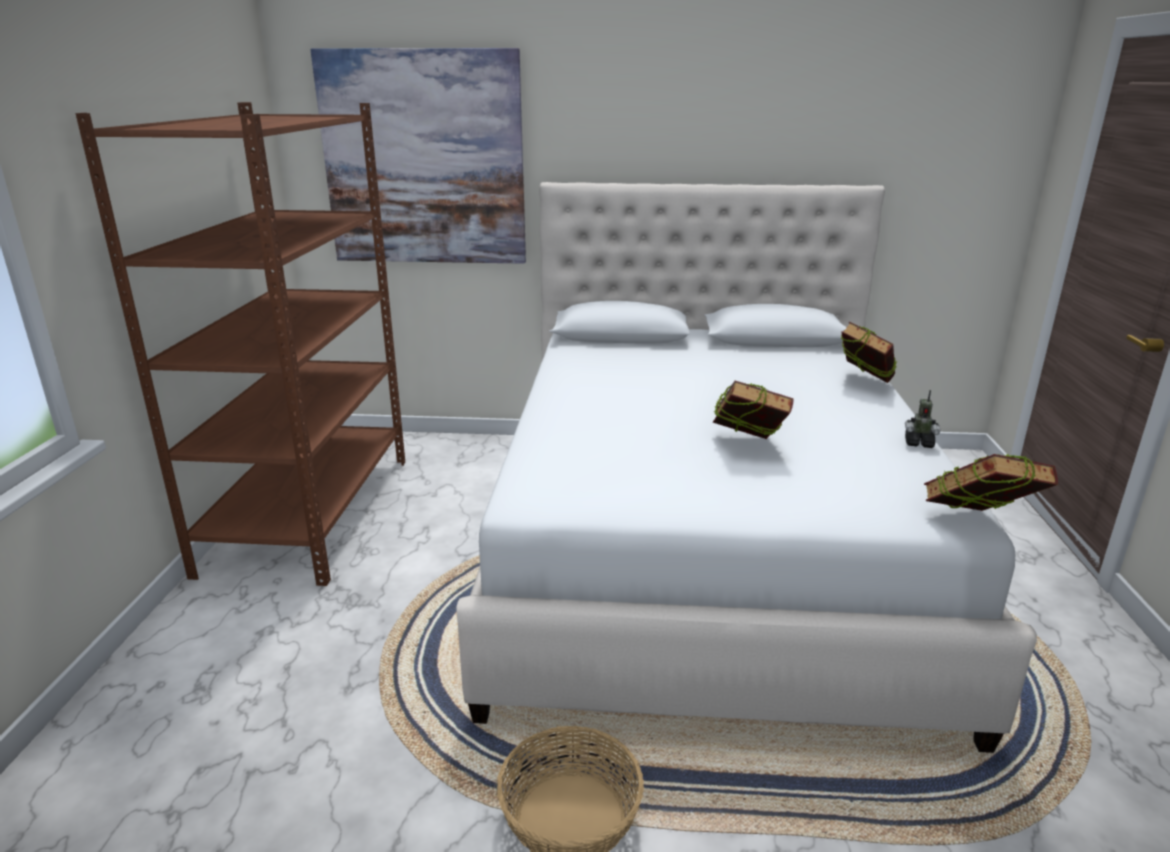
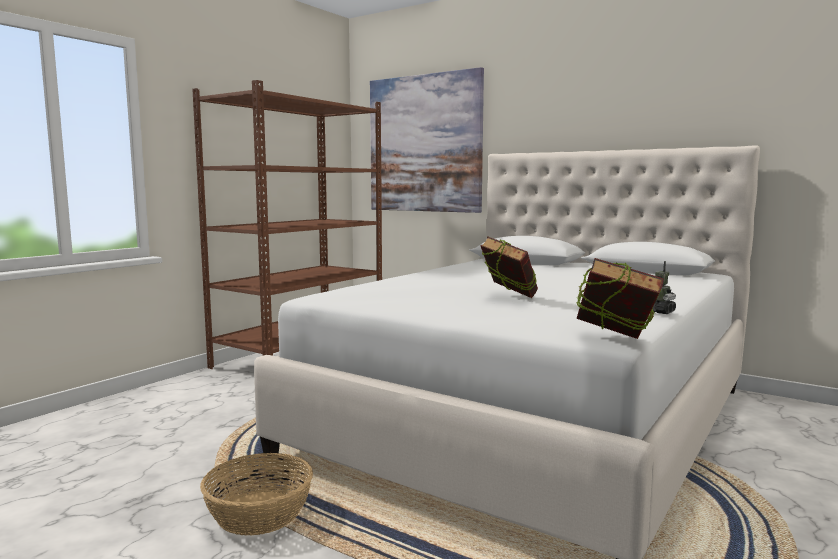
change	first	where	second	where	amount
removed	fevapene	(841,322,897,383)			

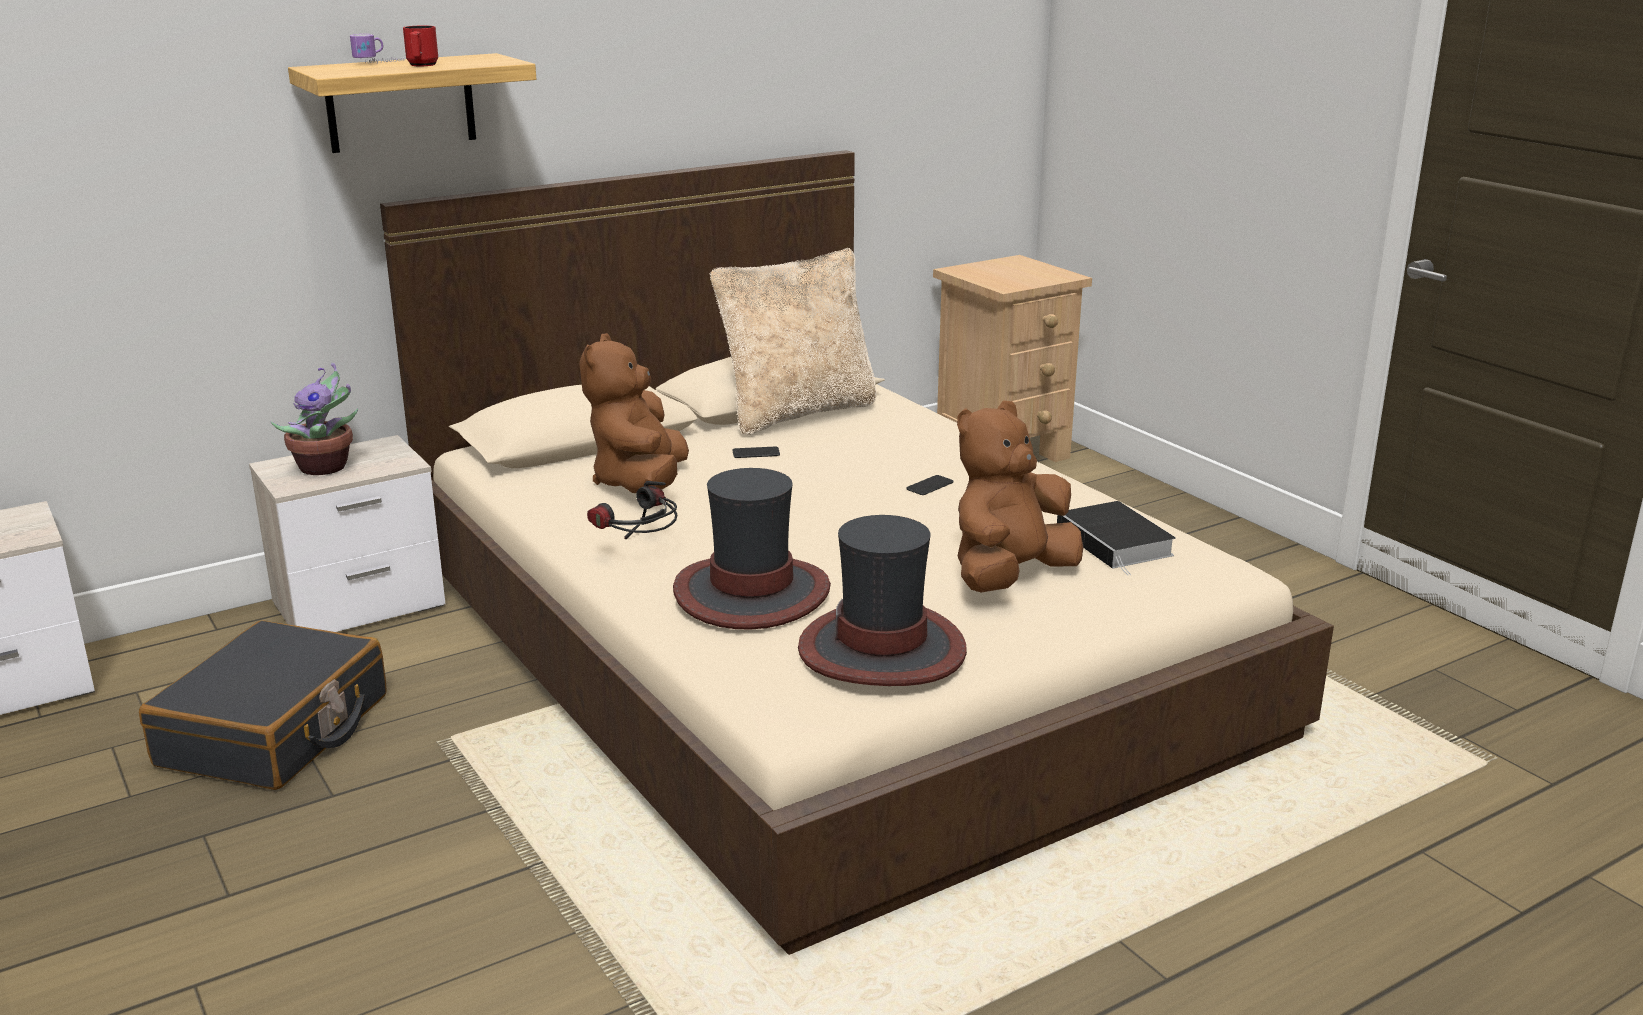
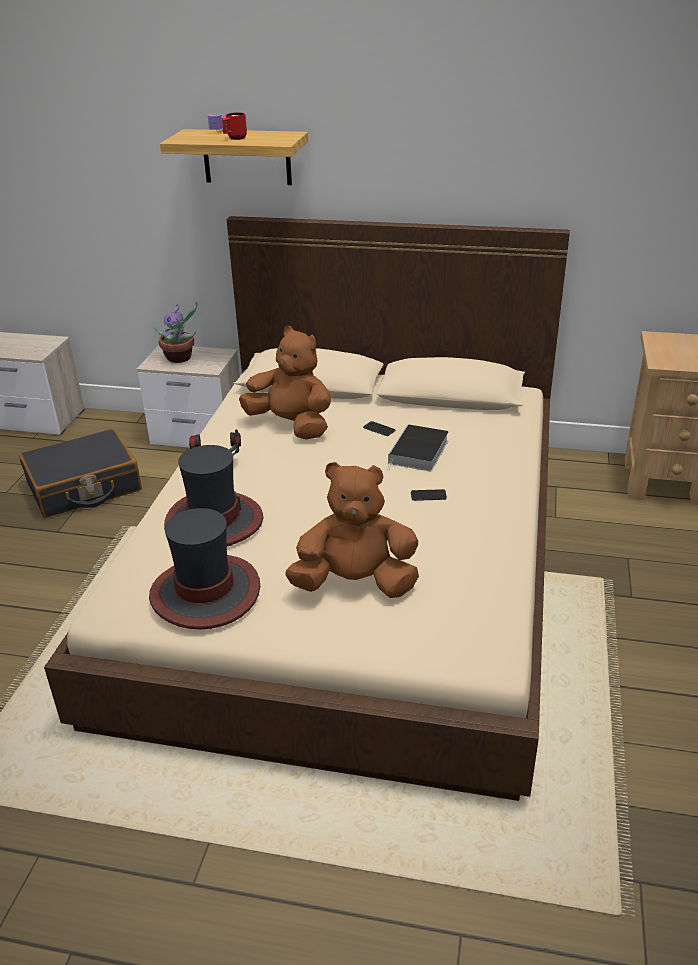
change	first	where	second	where	amount
turned	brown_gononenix	(579,333,689,493)		(239,326,331,439)	75 degrees clockwise
removed	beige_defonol	(710,248,877,435)			
moved	fevapene	(1057,501,1176,575)		(387,424,449,472)	

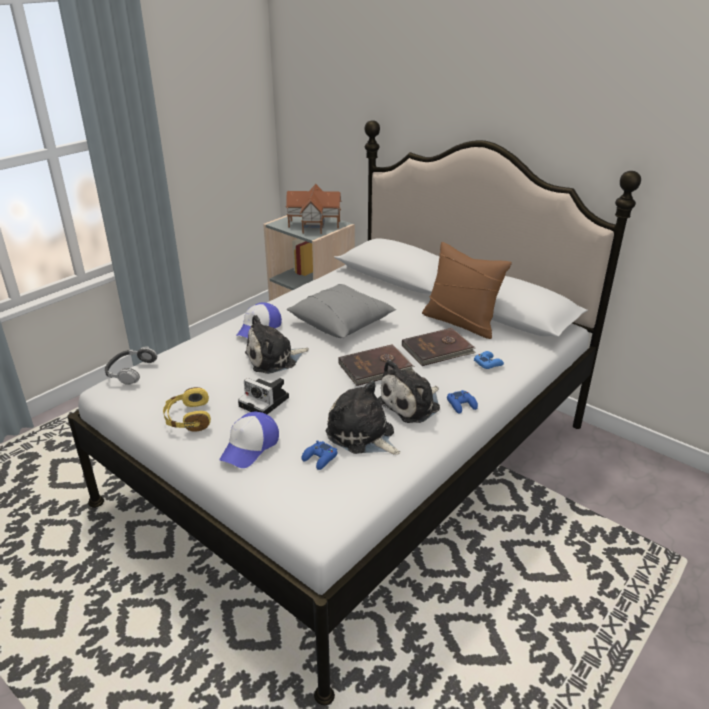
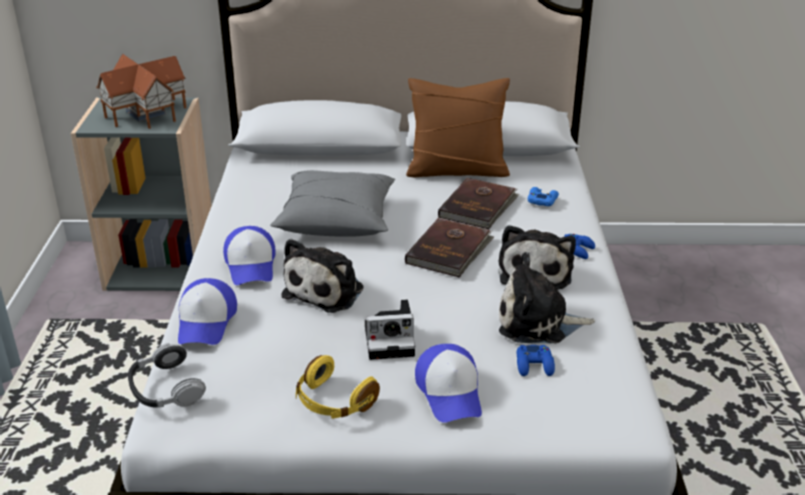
change	first	where	second	where	amount
added			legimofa	(178,278,237,345)	

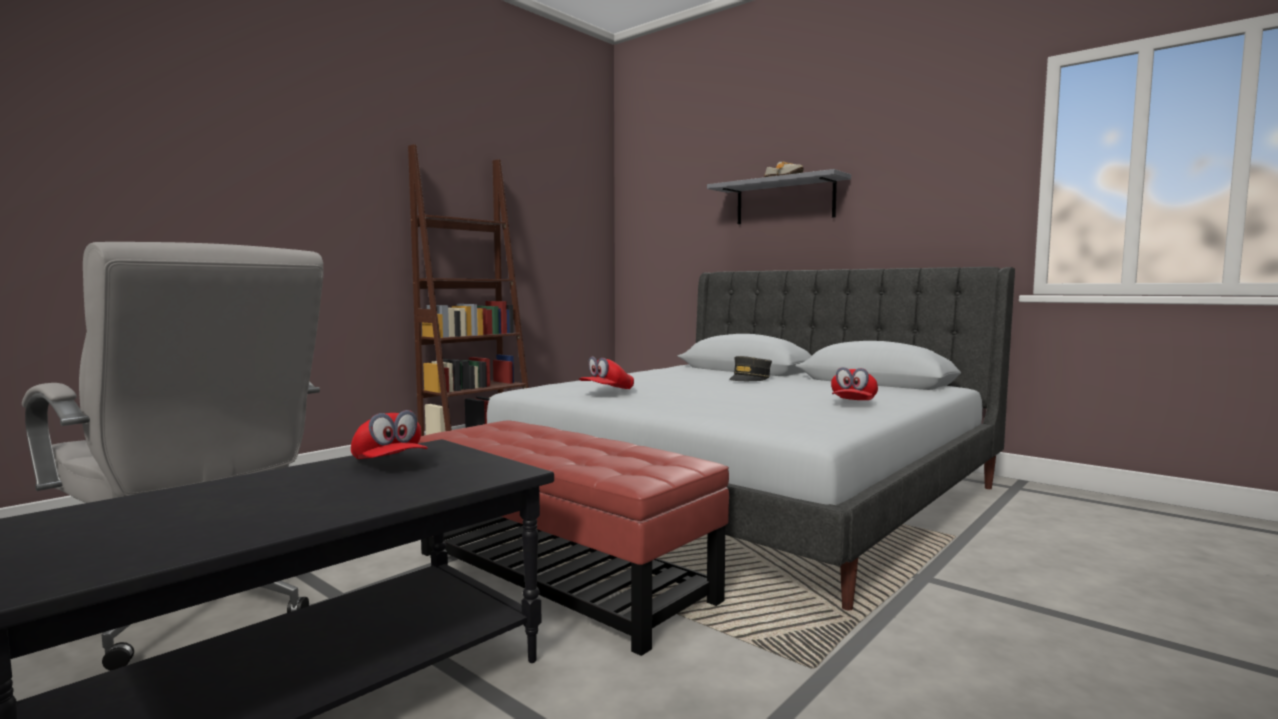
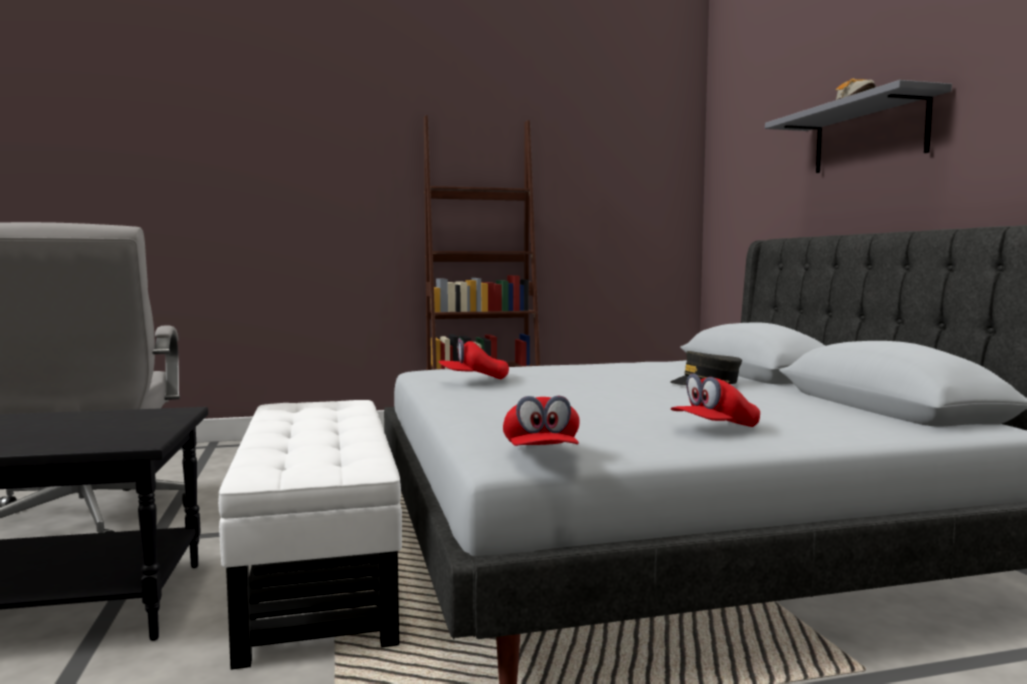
change	first	where	second	where	amount
moved	red_legimofa	(351,410,428,459)		(503,396,580,446)	
recoloured	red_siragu	(418,420,729,656)	white_siragu	(218,400,402,670)	

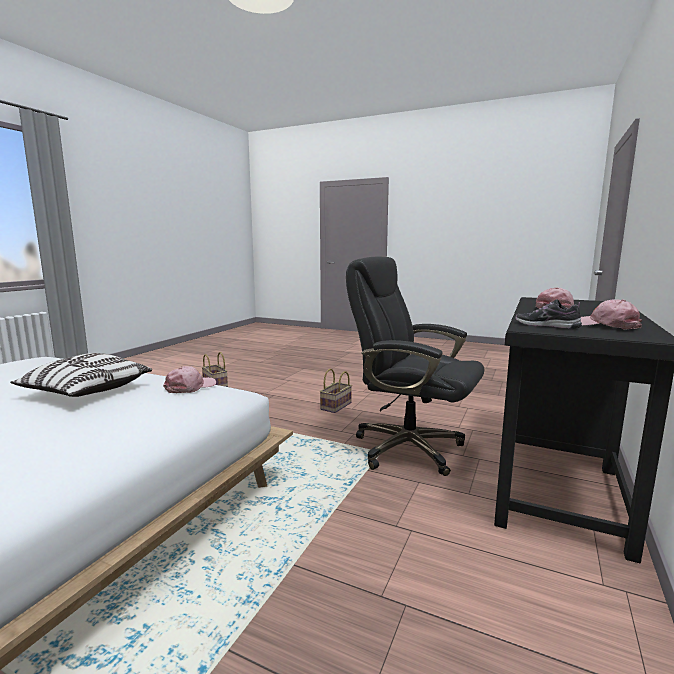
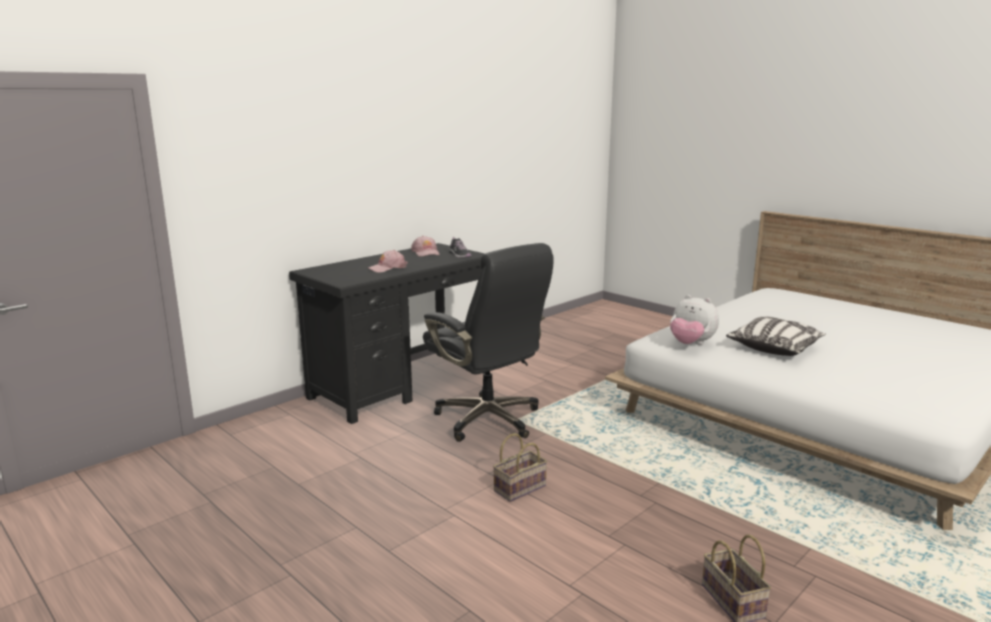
change	first	where	second	where	amount
replaced	pink_legimofa	(163,366,216,393)	gononenix	(670,295,719,345)	

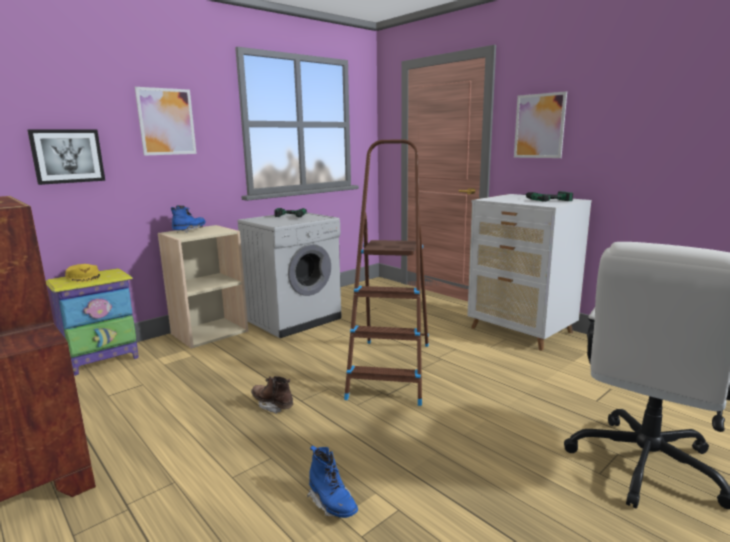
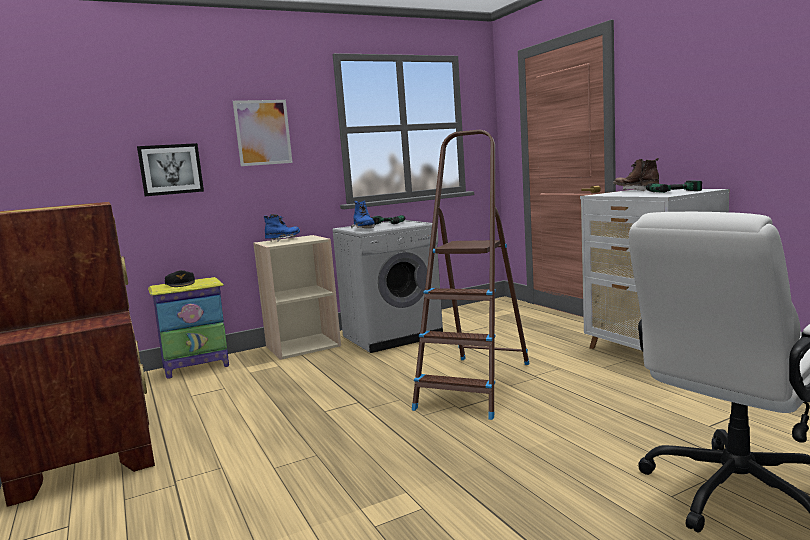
change	first	where	second	where	amount
recoloured	yellow_legimofa	(65,264,100,282)	black_legimofa	(165,270,195,287)	
moved	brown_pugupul	(251,376,293,414)		(613,158,659,191)	
moved	blue_pugupul	(307,446,358,518)		(351,200,375,228)	
removed	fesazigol	(514,91,567,158)			

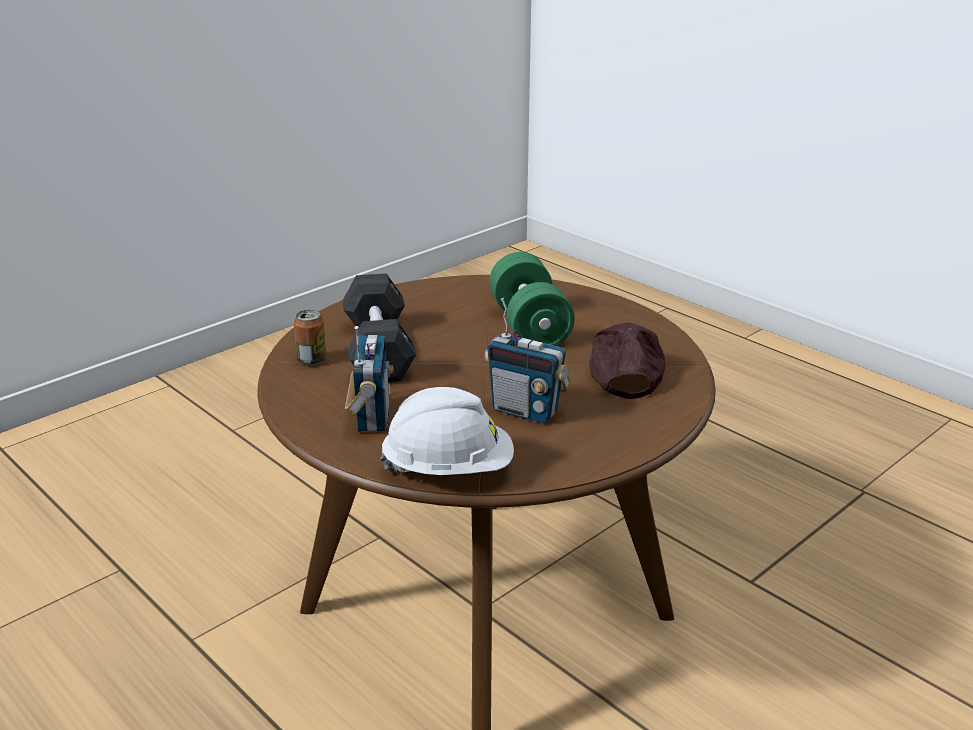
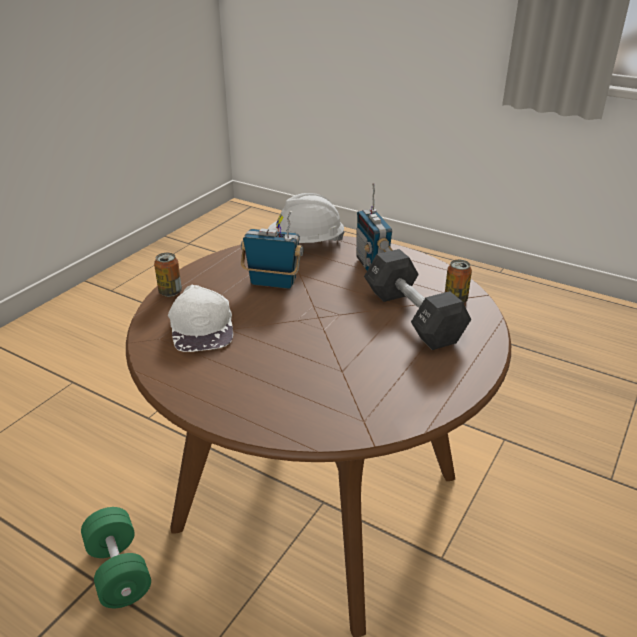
change	first	where	second	where	amount
moved	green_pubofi	(489,252,575,346)		(81,507,151,608)	
recoloured	brown_legimofa	(589,323,666,399)	white_legimofa	(168,285,233,352)	
added			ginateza	(154,253,182,297)	

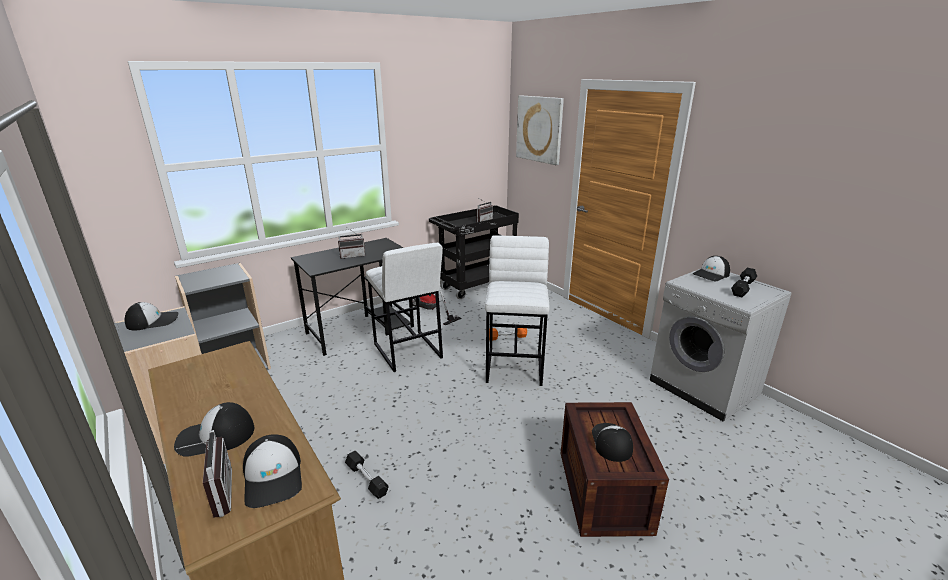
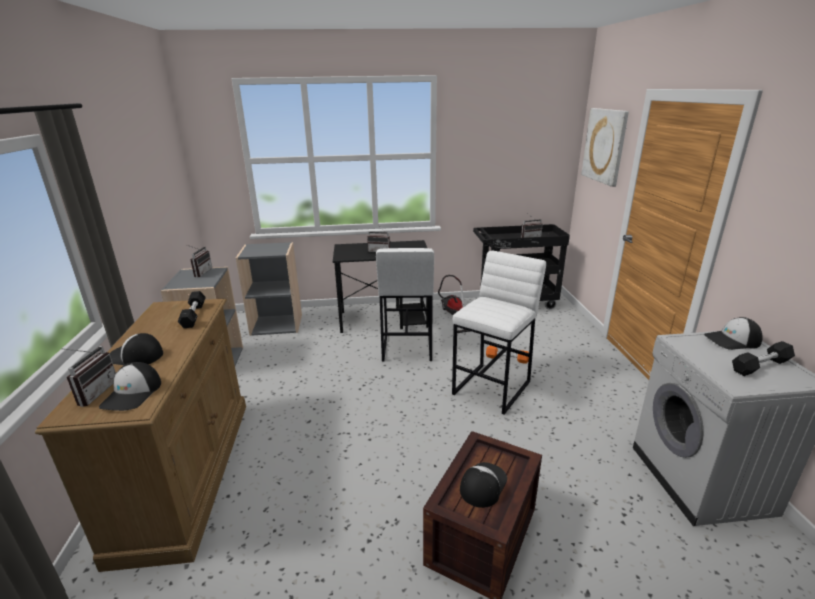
change	first	where	second	where	amount
replaced	legimofa	(125,302,178,330)	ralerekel	(187,245,212,278)	
moved	black_pubofi	(345,451,389,499)		(178,291,206,328)	

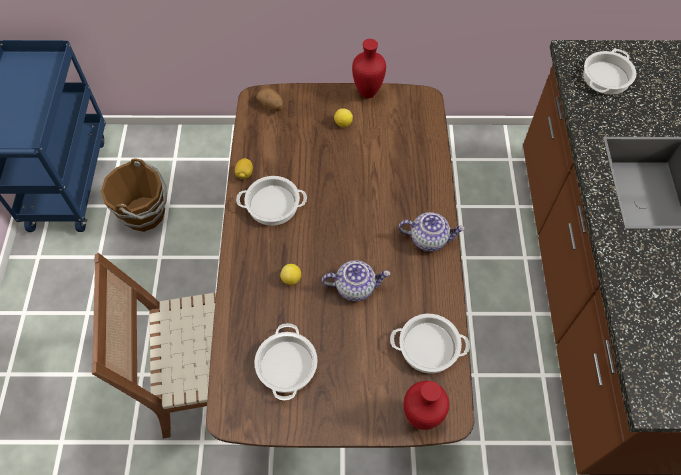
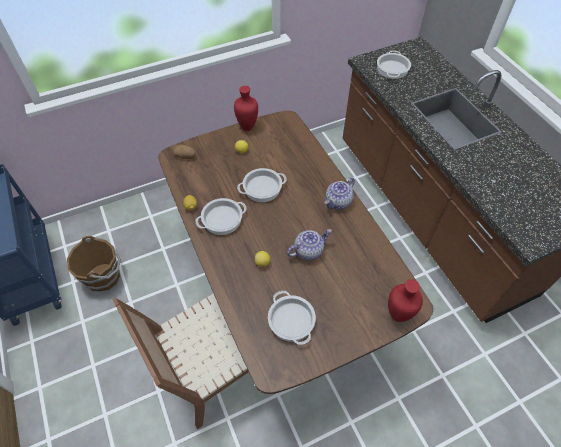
change	first	where	second	where	amount
moved	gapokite	(390,314,470,373)		(237,168,287,202)	
turned	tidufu	(398,212,465,252)		(325,177,355,209)	150 degrees clockwise

